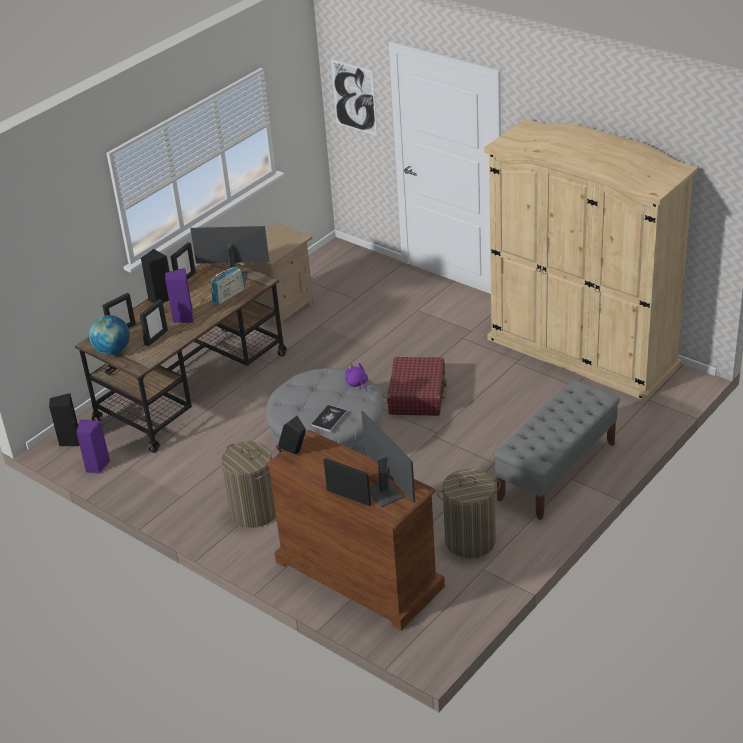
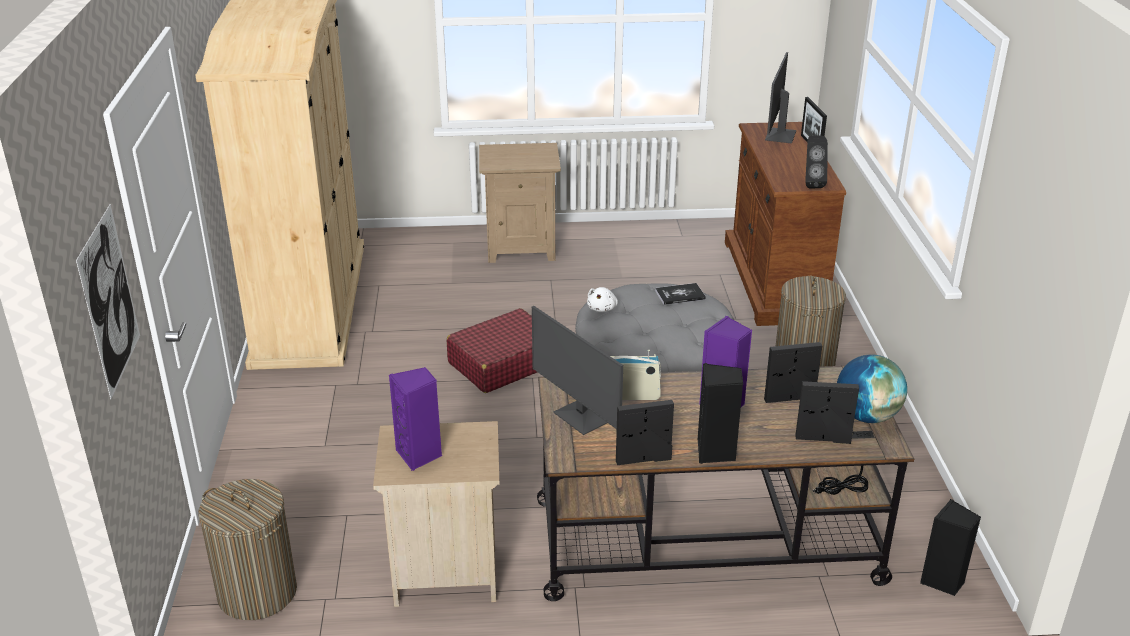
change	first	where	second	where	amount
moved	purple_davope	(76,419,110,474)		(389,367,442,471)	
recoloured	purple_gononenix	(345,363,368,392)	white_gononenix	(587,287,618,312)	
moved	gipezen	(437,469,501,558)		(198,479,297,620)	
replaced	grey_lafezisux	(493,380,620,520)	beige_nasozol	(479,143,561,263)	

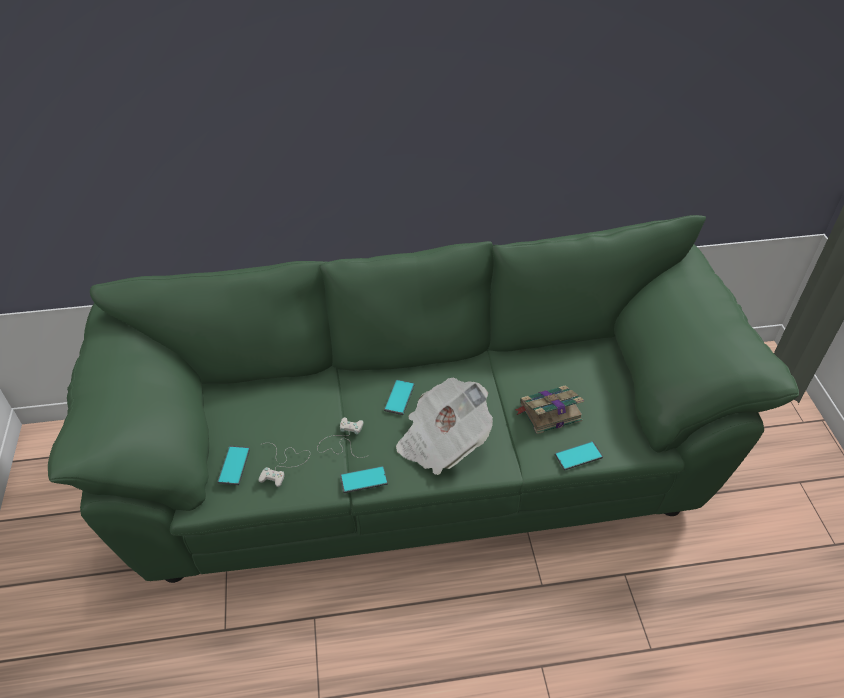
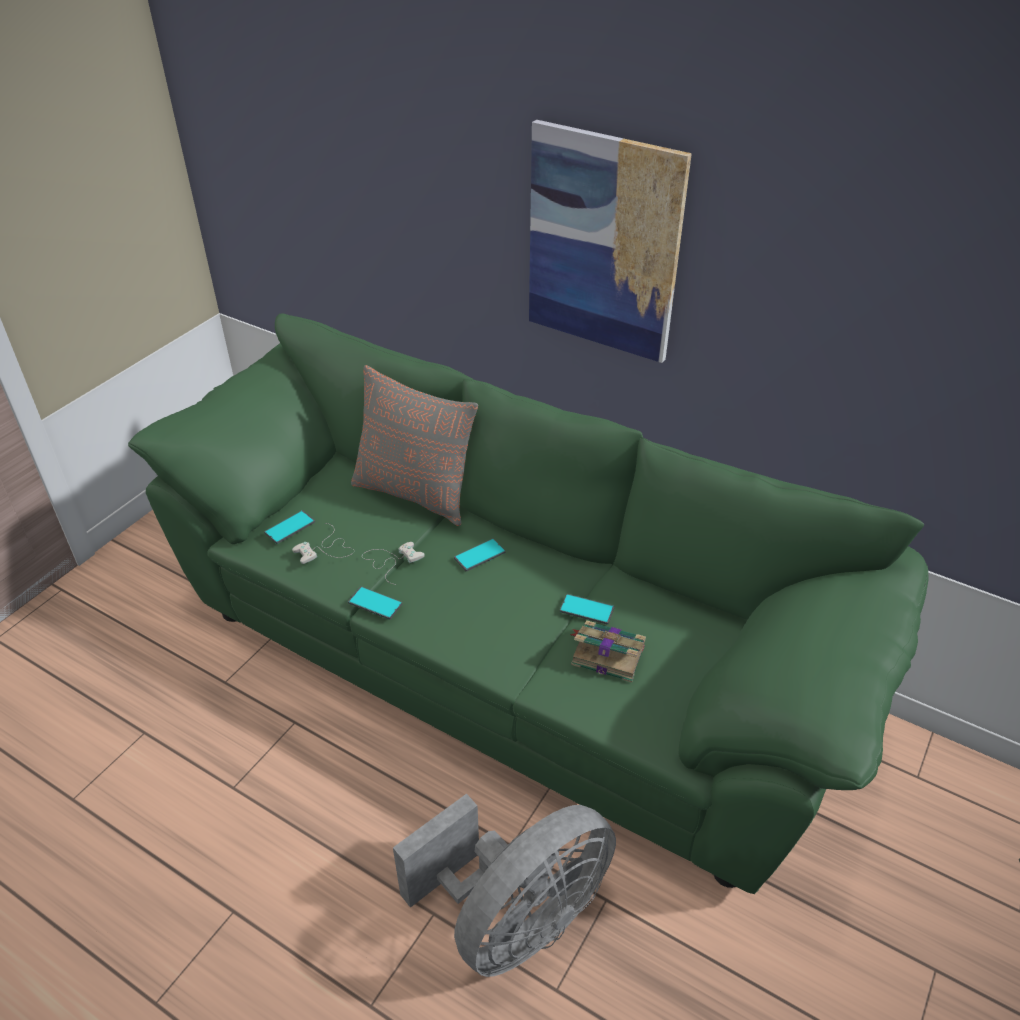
change	first	where	second	where	amount
removed	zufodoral	(396,377,493,475)			
moved	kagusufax	(555,441,603,470)		(560,594,615,625)	
added			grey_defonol	(351,365,478,526)	
added			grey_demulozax	(393,794,616,977)	
added			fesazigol	(529,120,692,363)	

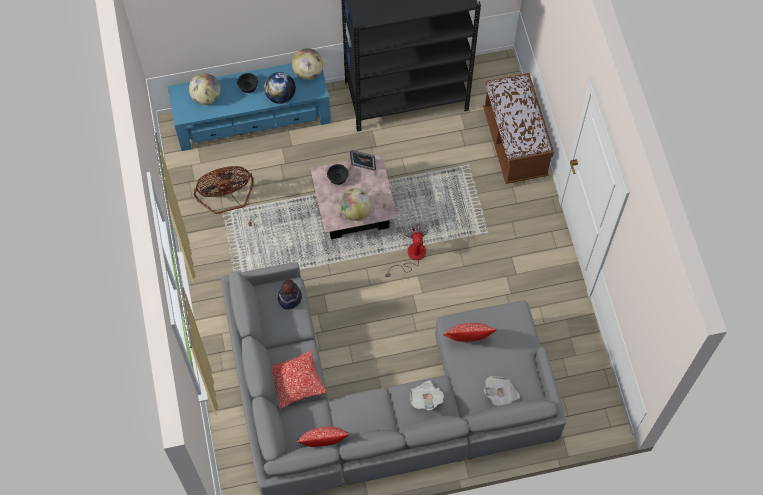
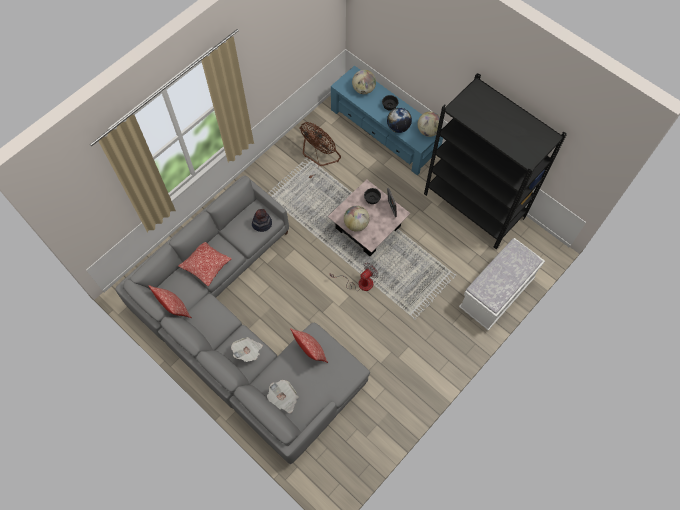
change	first	where	second	where	amount
recoloured	brown_lafezisux	(483,73,554,184)	white_lafezisux	(459,238,545,330)	

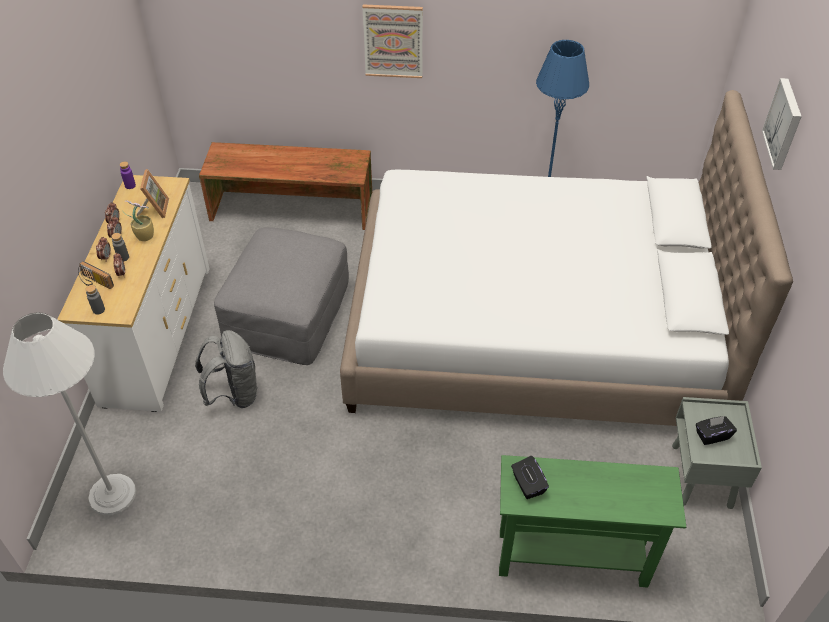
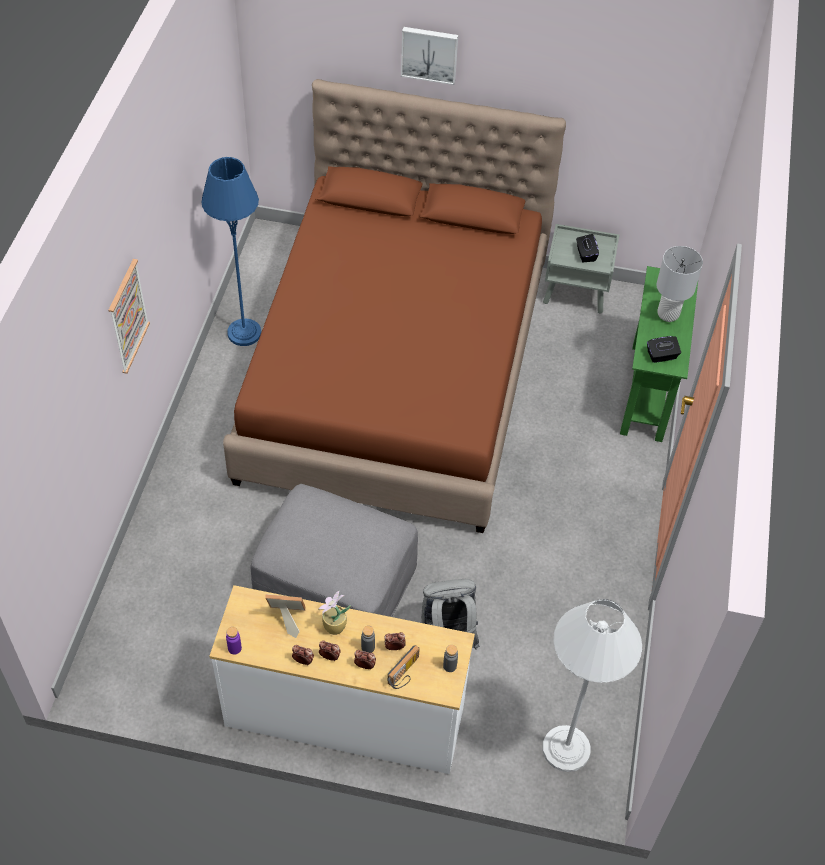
change	first	where	second	where	amount
removed	brown_lafezisux	(199,142,372,230)			
recoloured	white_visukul	(340,90,793,426)	brown_visukul	(223,79,566,533)	
added			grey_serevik	(656,246,703,322)	

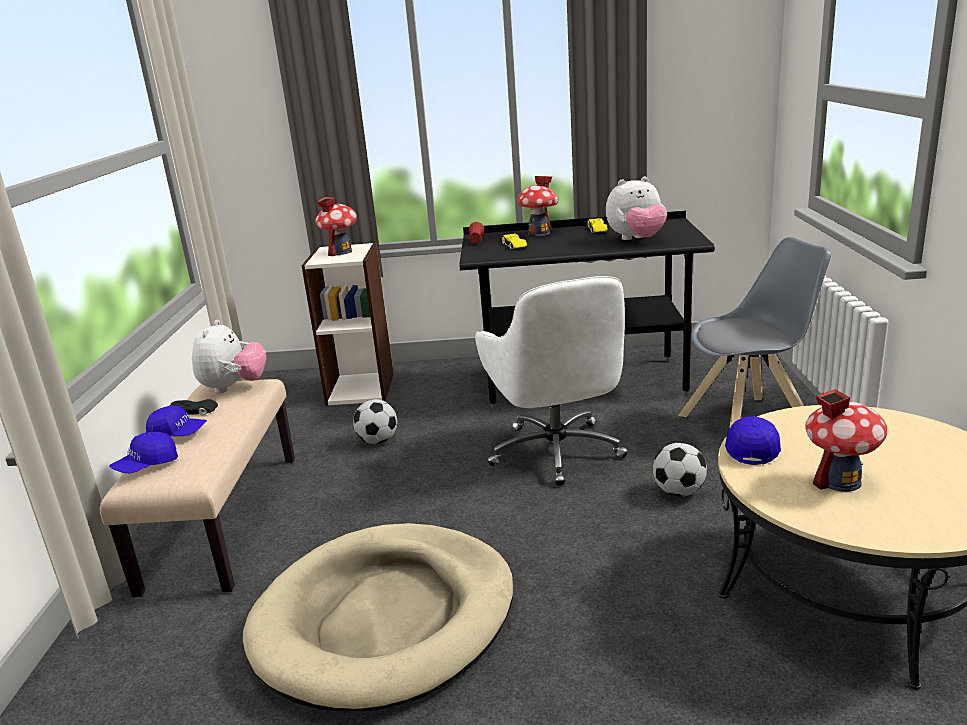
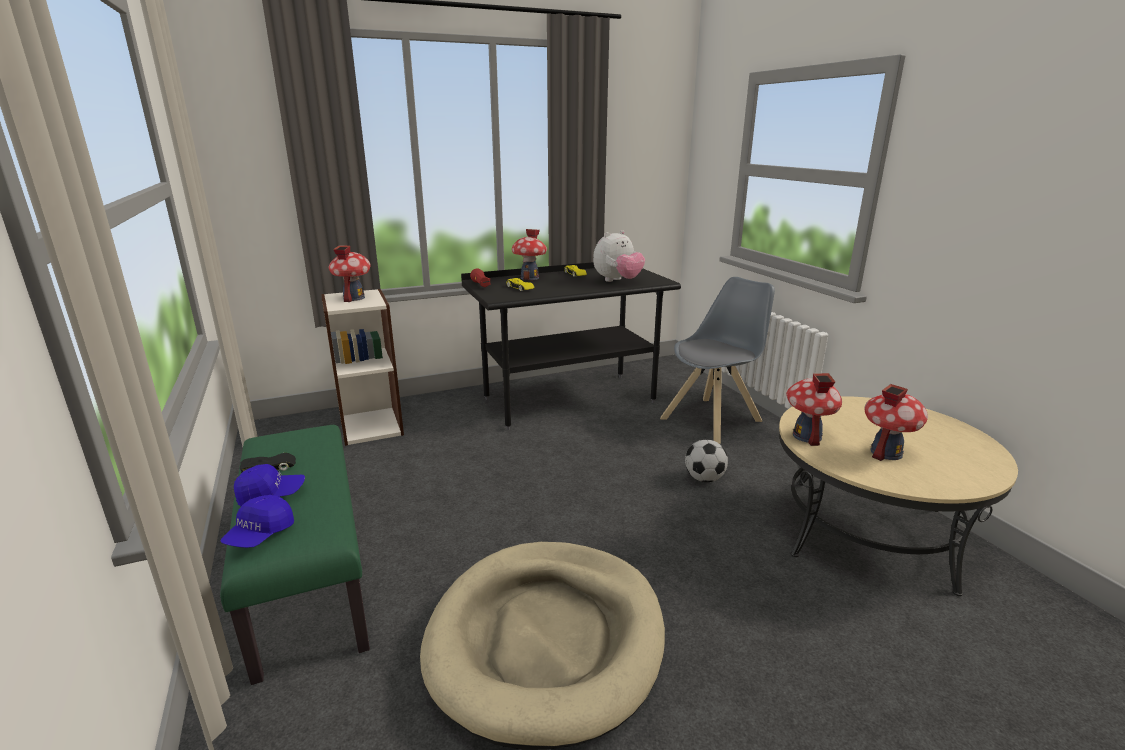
change	first	where	second	where	amount
recoloured	beige_lafezisux	(100,379,295,597)	green_lafezisux	(220,425,370,685)	
removed	gononenix	(192,320,266,394)			
removed	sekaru	(353,399,397,444)			
removed	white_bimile	(475,276,627,486)			
replaced	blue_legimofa	(725,416,781,465)	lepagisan	(786,373,842,446)	

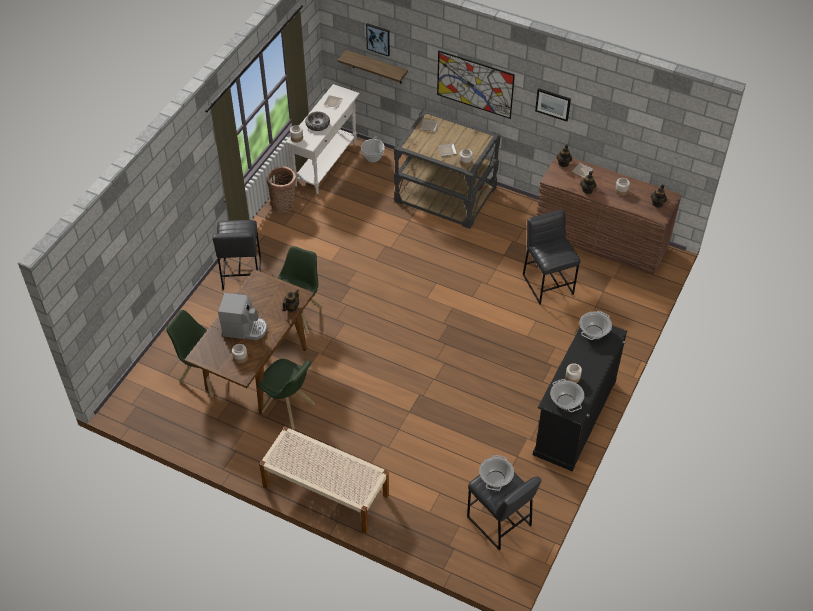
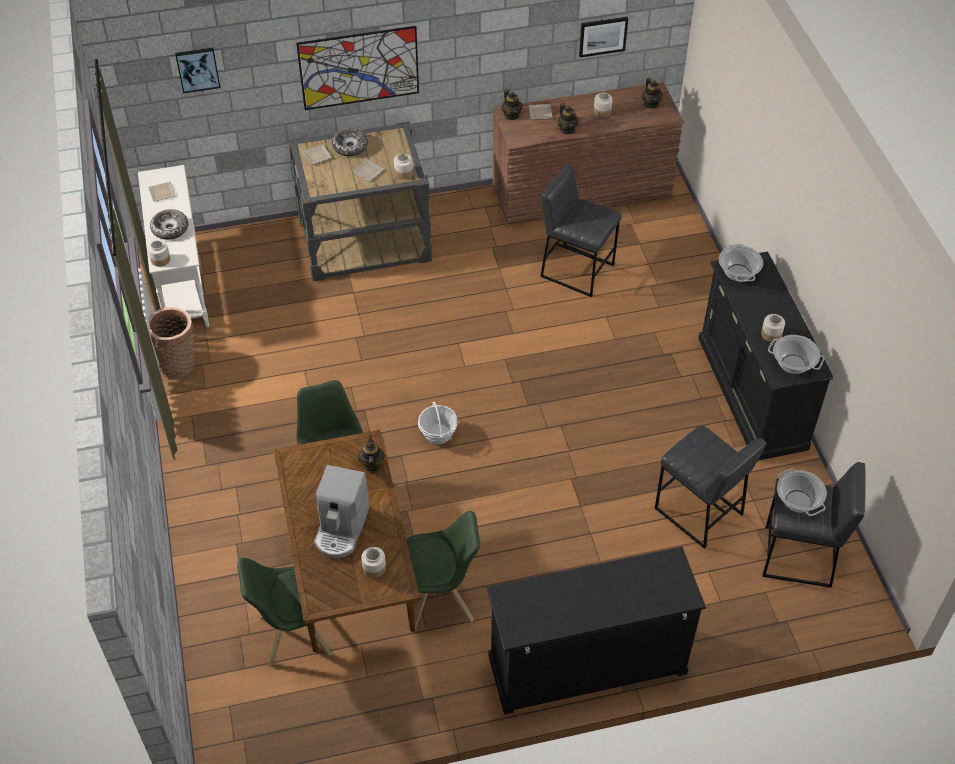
change	first	where	second	where	amount
moved	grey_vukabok	(213,220,261,290)		(655,425,767,549)	
turned	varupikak	(218,292,267,340)		(314,465,369,558)	135 degrees clockwise
replaced	beige_lafezisux	(259,426,389,534)	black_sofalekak	(486,547,706,715)	
removed	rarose	(338,50,408,83)			
moved	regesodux	(361,136,385,162)		(418,402,458,445)	
moved	fesazigol	(535,88,571,122)		(579,17,628,58)	
added			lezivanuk	(332,128,368,156)	

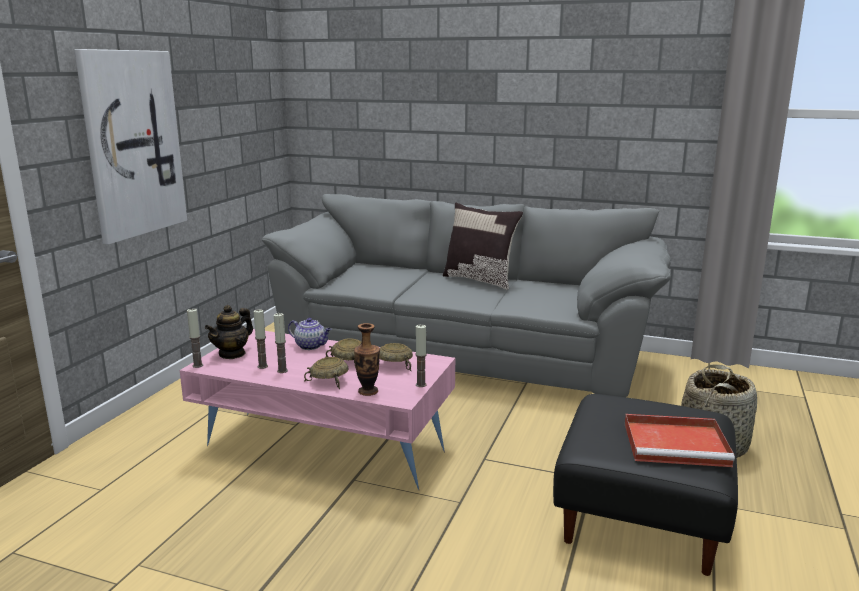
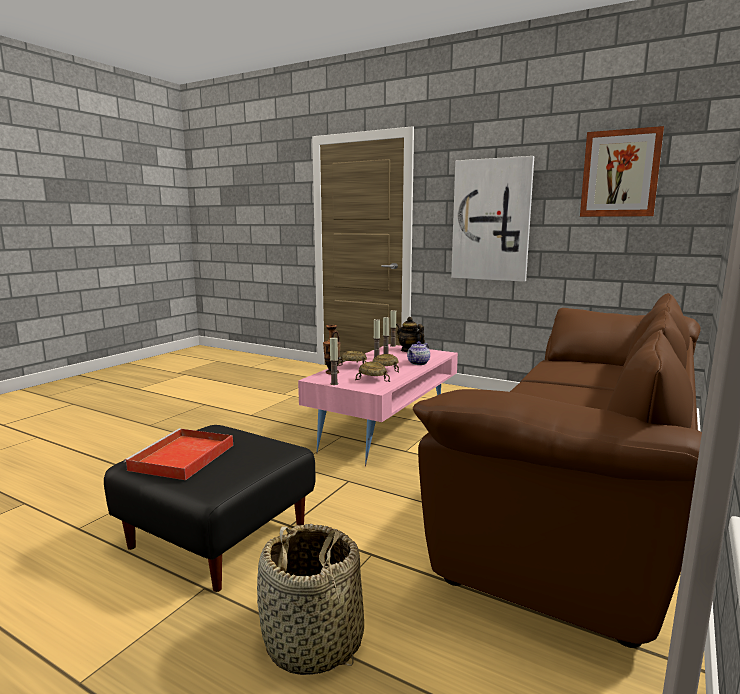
change	first	where	second	where	amount
recoloured	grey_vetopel	(262,194,671,397)	brown_vetopel	(413,293,702,648)	
removed	defonol	(443,203,523,290)			
added			fesazigol	(580,126,664,217)	

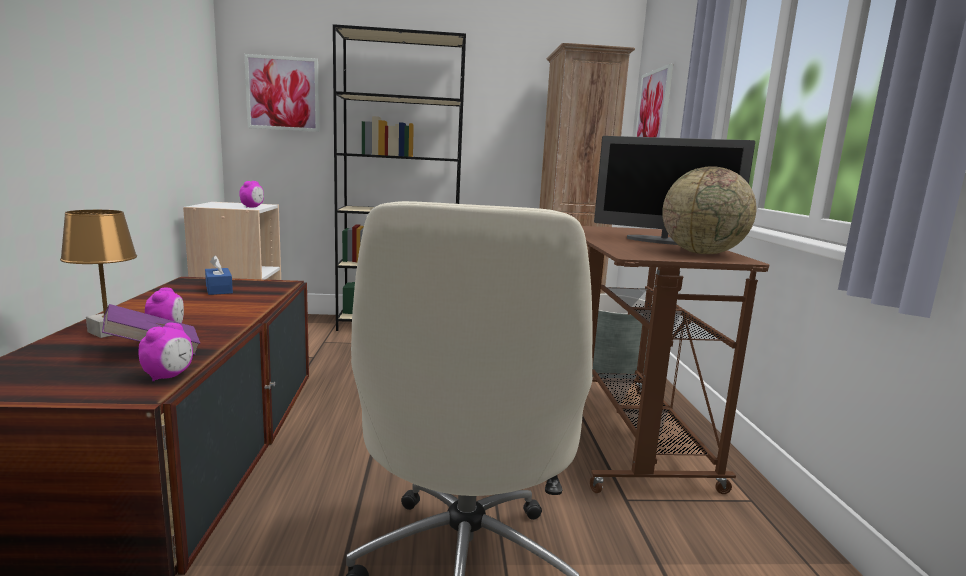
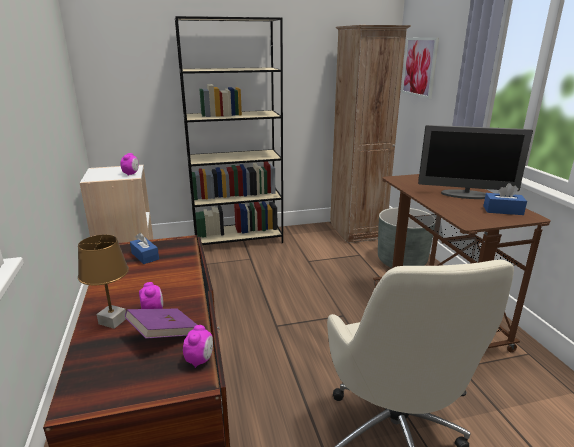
change	first	where	second	where	amount
removed	fesazigol	(245,54,319,132)			
replaced	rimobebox	(662,166,756,254)	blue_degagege	(483,183,527,215)	

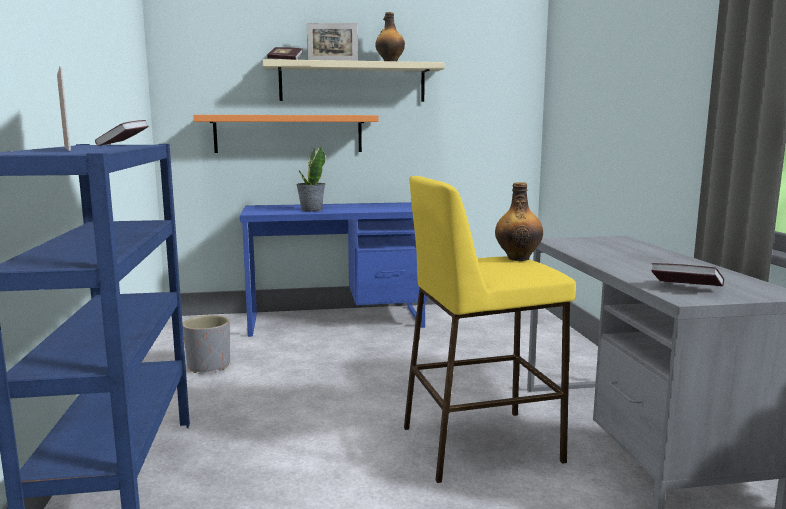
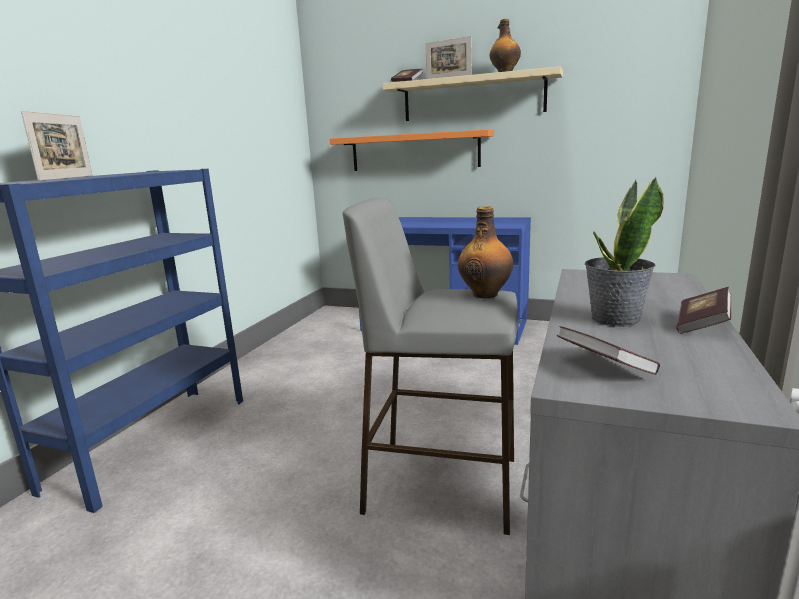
change	first	where	second	where	amount
moved	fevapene	(95,120,149,146)		(676,287,732,334)	
removed	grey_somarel	(183,315,230,373)			
moved	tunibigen	(296,146,326,211)		(585,177,664,327)	
recoloured	yellow_vukabok	(404,176,576,483)	grey_vukabok	(343,198,518,535)	

